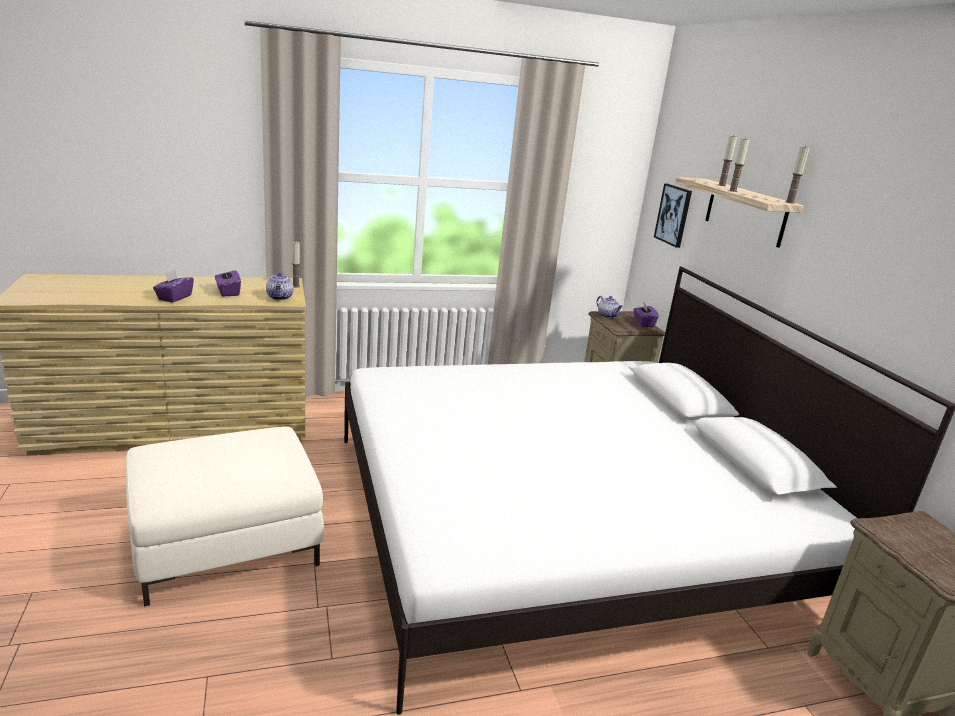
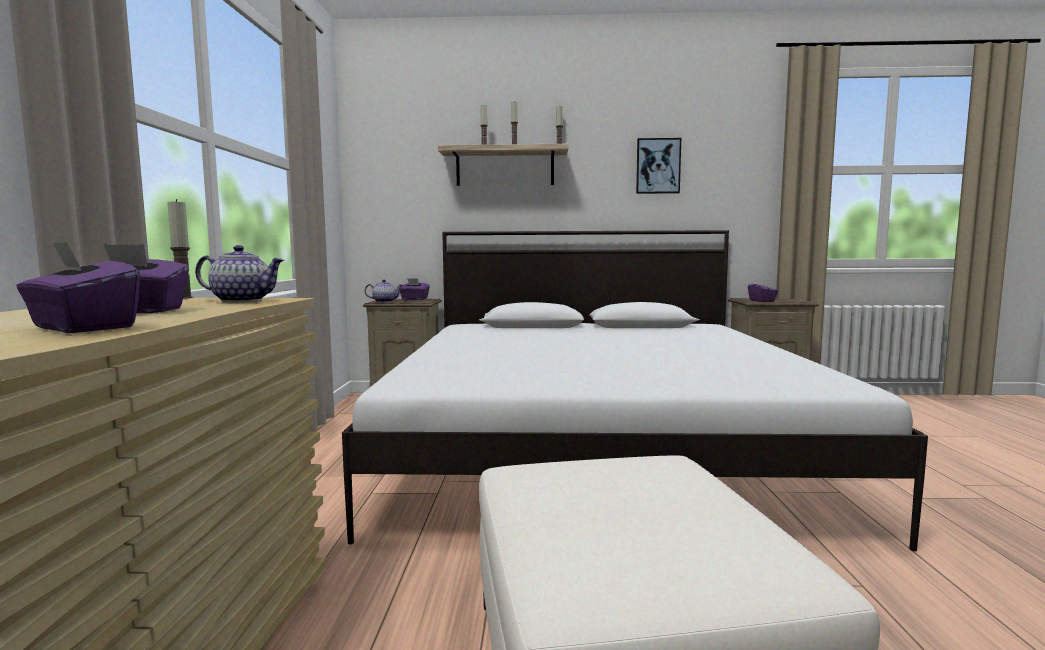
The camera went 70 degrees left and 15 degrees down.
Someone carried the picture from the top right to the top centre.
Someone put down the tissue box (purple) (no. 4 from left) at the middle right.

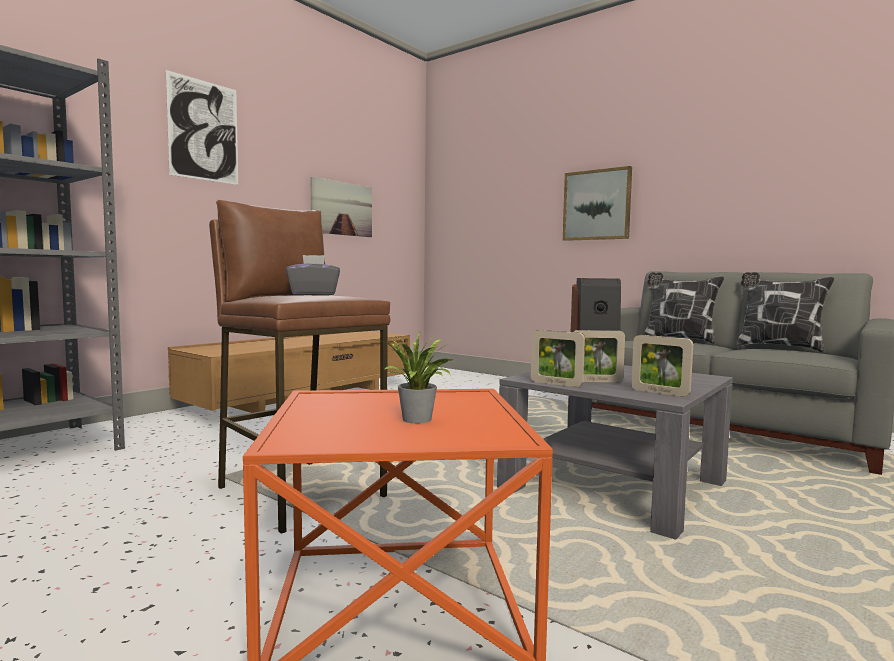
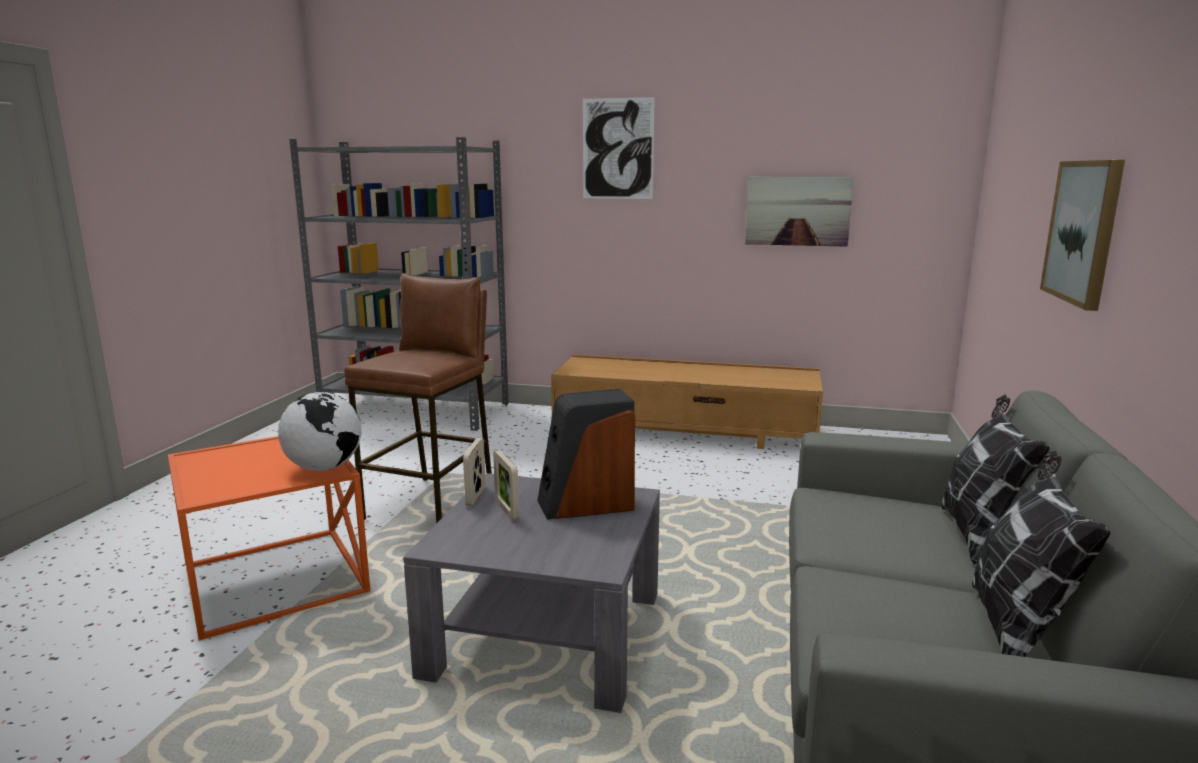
The camera went 65 degrees right and 10 degrees up.
Someone took away the tissue box (grey) at the centre.
Someone took away the potted plant at the centre.
Someone took away the picture frame (no. 3 from left) at the middle right.
Someone put down the globe at the middle left.

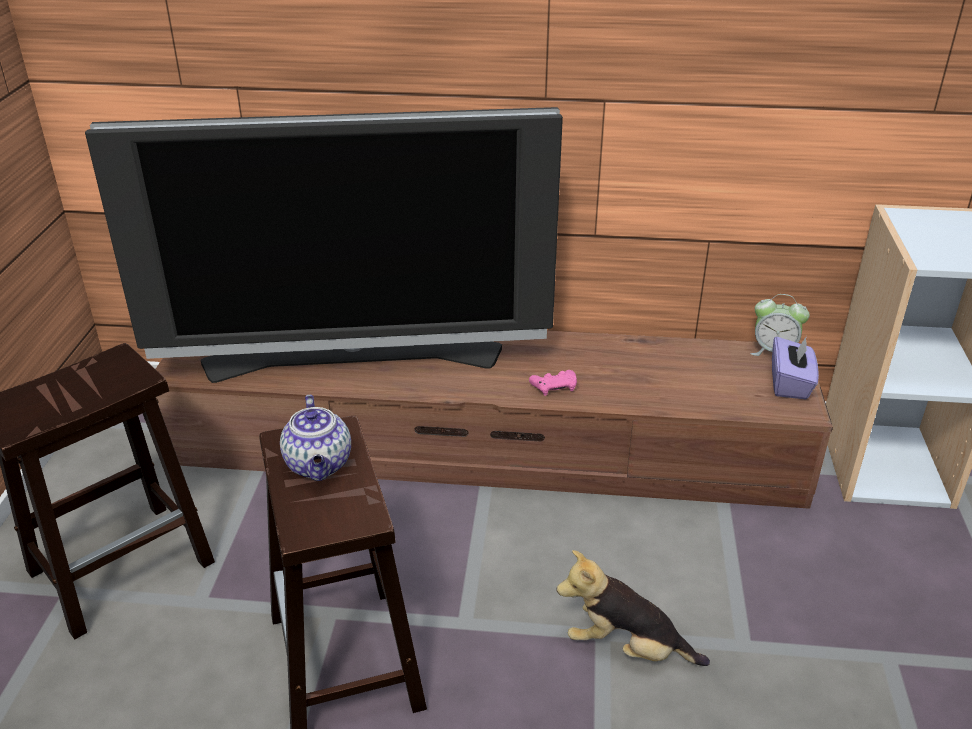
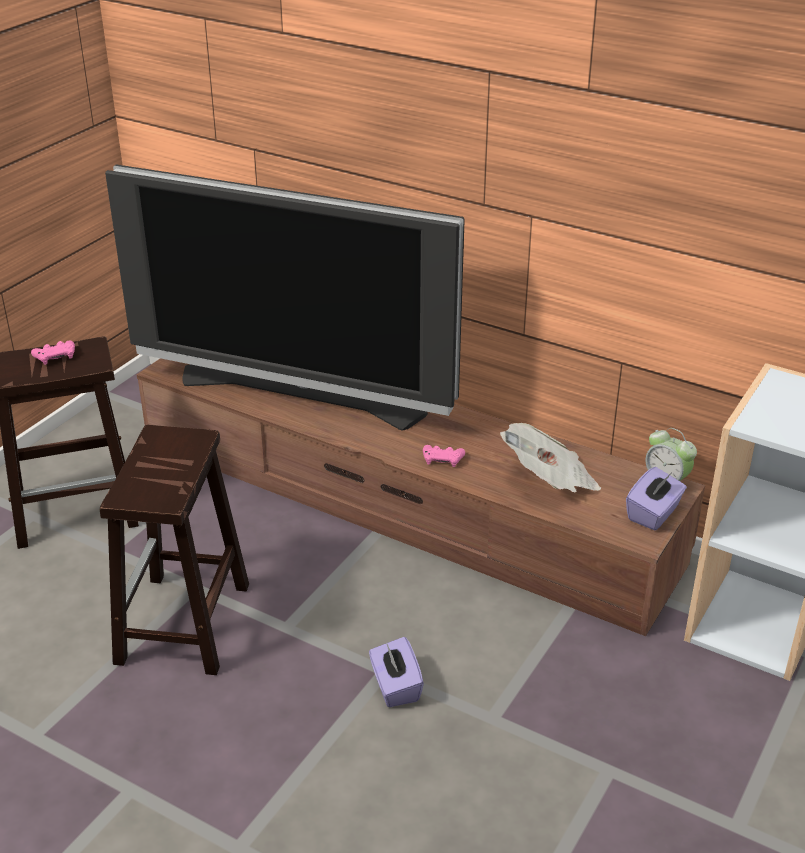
The camera went 25 degrees right and 0 degrees up.
Someone took away the teapot at the middle left.
Someone swapped the plush toy at the bottom centre for the tissue box (purple) (no. 1 from left) at the bottom centre.
Someone put down the game controller (pink) (no. 1 from left) at the middle left.
Someone put down the newspaper at the middle right.

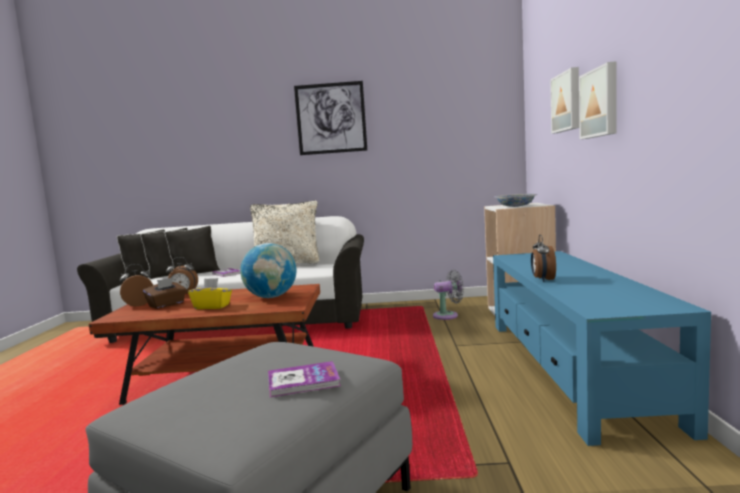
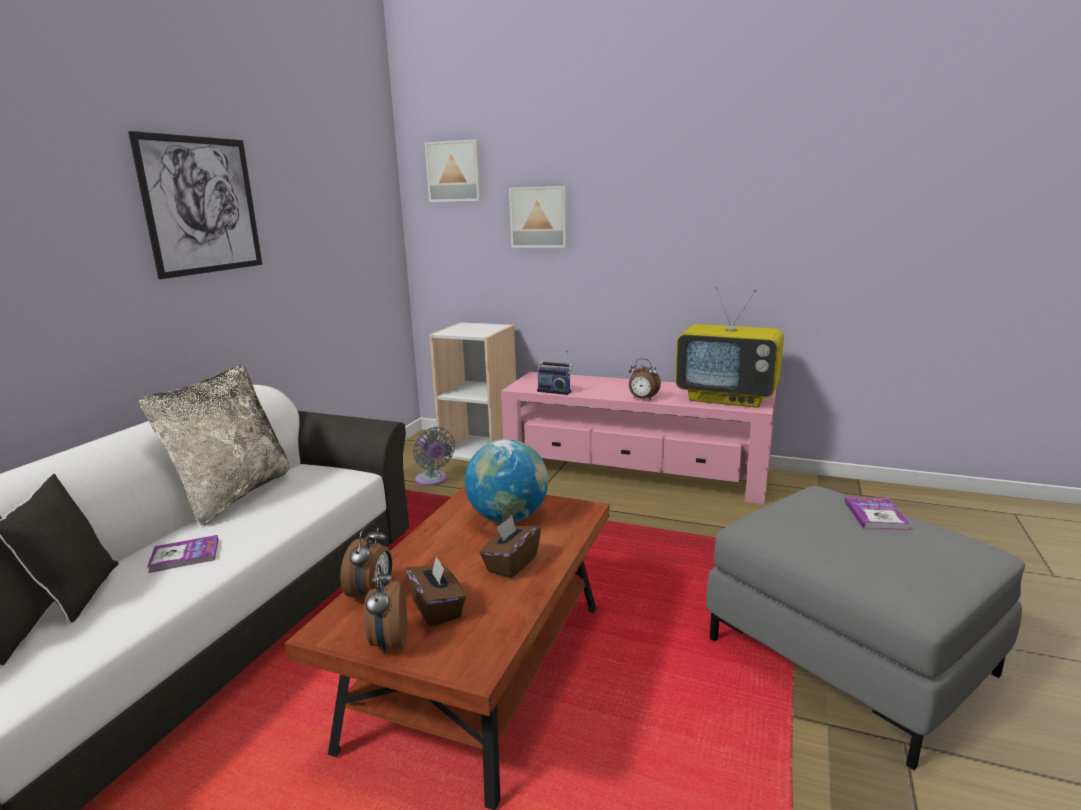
The camera went 70 degrees left and 10 degrees up.
Someone repainted the tissue box (yellow) at the middle left, which became the tissue box (brown) (no. 2 from left) at the bottom centre.
Someone rotated the fan (grey) at the centre by 135 degrees clockwise.
Someone repainted the tv stand (blue) at the bottom right, which became the tv stand (pink) at the centre.
Someone took away the bowl at the middle right.
Someone carried the picture (no. 3 from left in the first image) from the top right to the top centre.
Someone put down the radio at the centre.
Someone put down the television at the middle right.

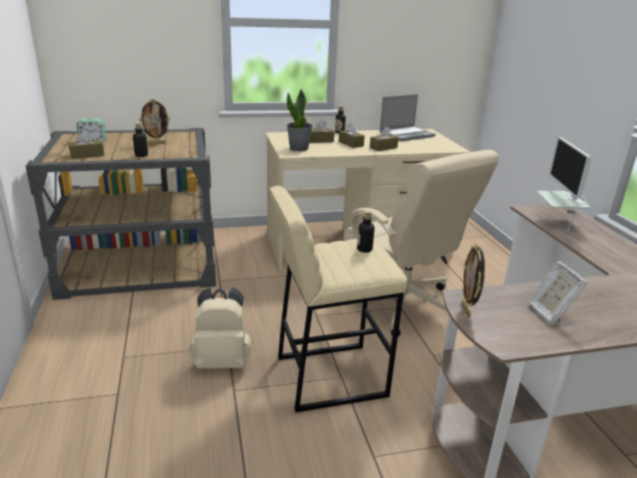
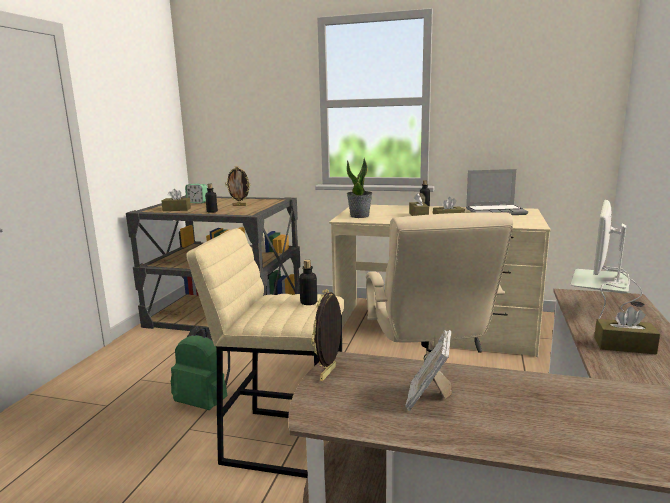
The camera went 30 degrees right and 10 degrees down.
Someone repainted the backpack (beige) at the bottom centre, which became the backpack (green) at the bottom left.
Someone carried the tissue box (brown) (no. 2 from left in the first image) from the top centre to the middle right.

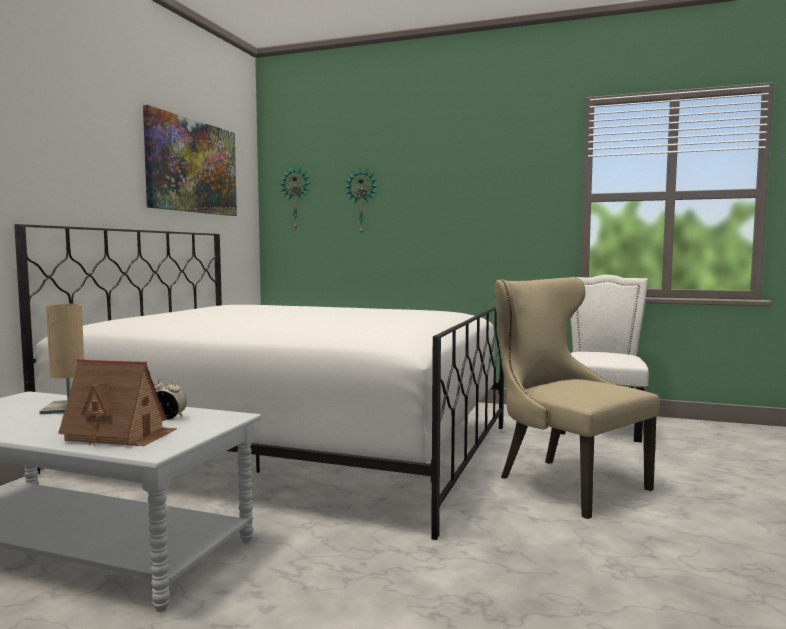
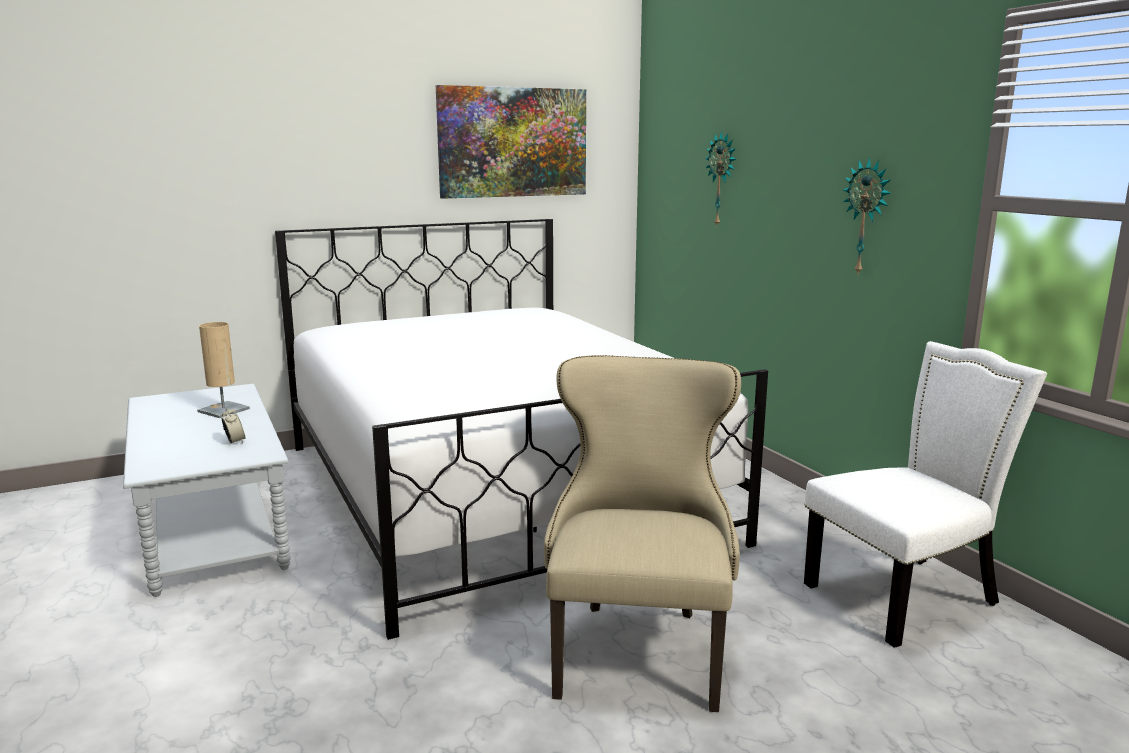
The camera went 45 degrees right and 10 degrees up.
Someone took away the toy house at the middle left.
Someone carried the wall clock (no. 1 from left in the first image) from the top centre to the top right.

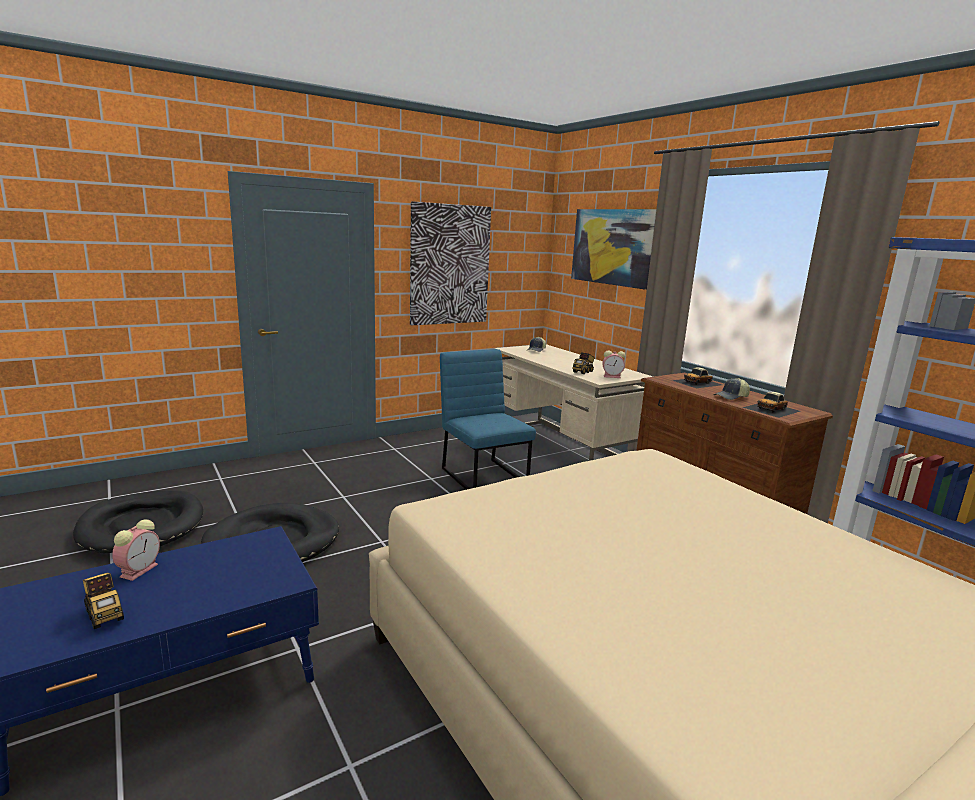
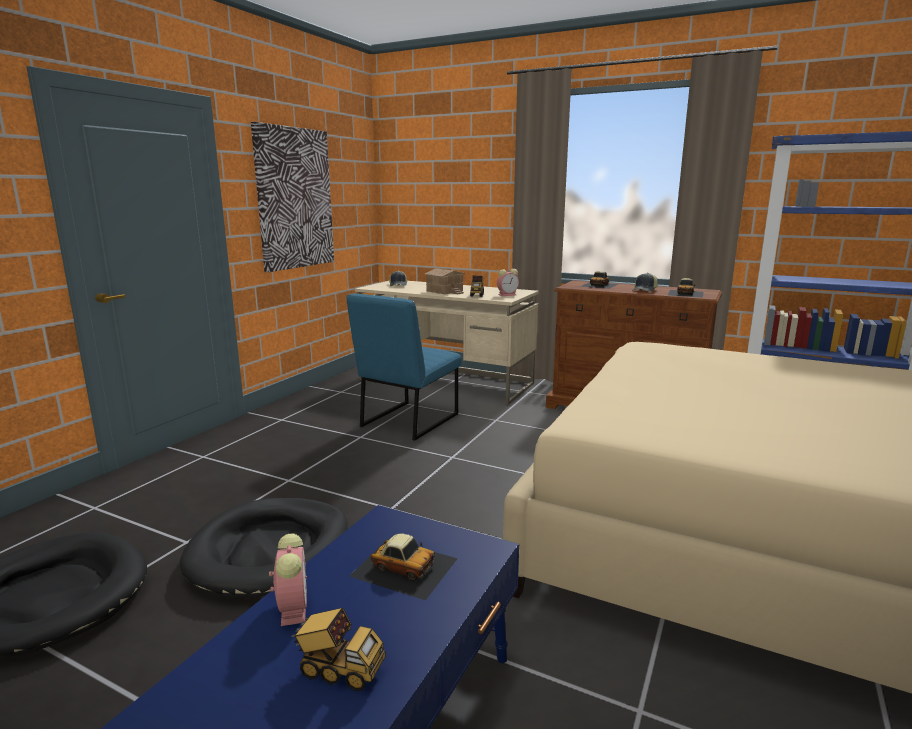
The camera went 30 degrees left and 0 degrees up.
Someone rotated the chair (blue) at the centre by 90 degrees counterclockwise.
Someone took away the picture (no. 2 from left) at the top centre.
Someone put down the toy car (no. 1 from left) at the bottom centre.
Someone put down the toy house at the centre.

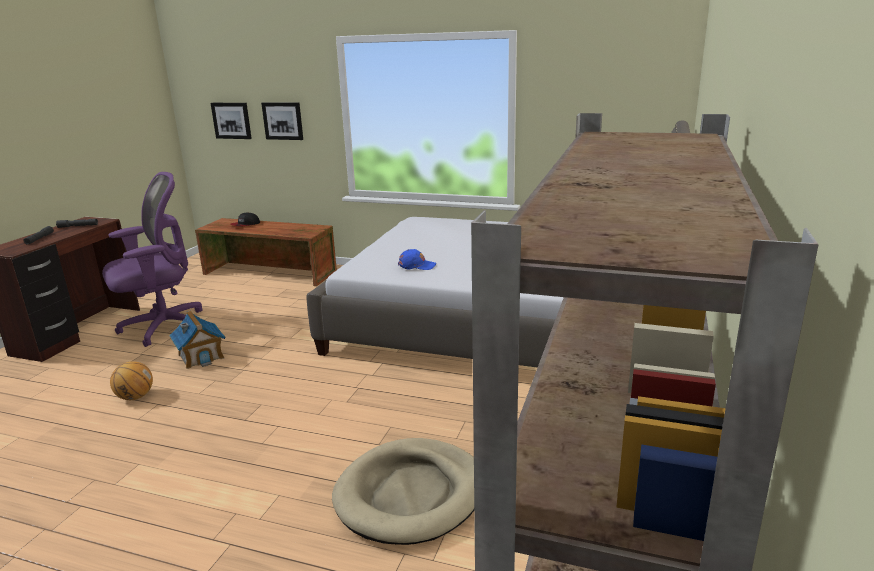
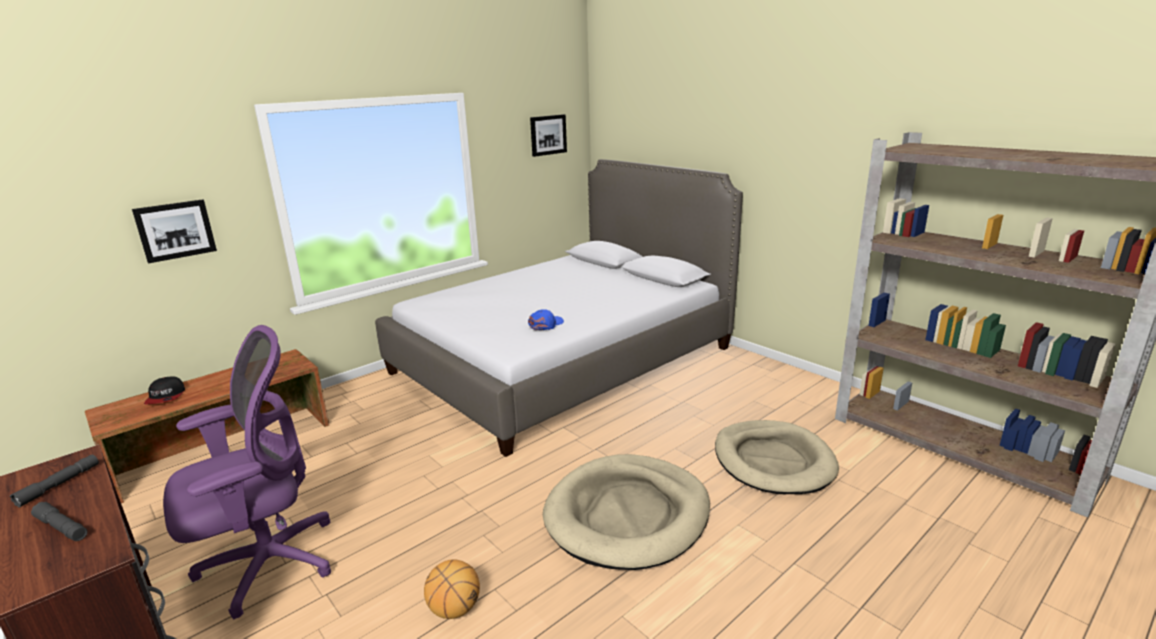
The camera went 60 degrees left and 0 degrees up.
Someone rotated the office chair (purple) at the middle left by 60 degrees clockwise.
Someone took away the toy house at the middle left.
Someone carried the picture (no. 1 from left in the first image) from the top left to the top centre.
Someone put down the dog bed (beige) (no. 1 from left) at the bottom centre.

